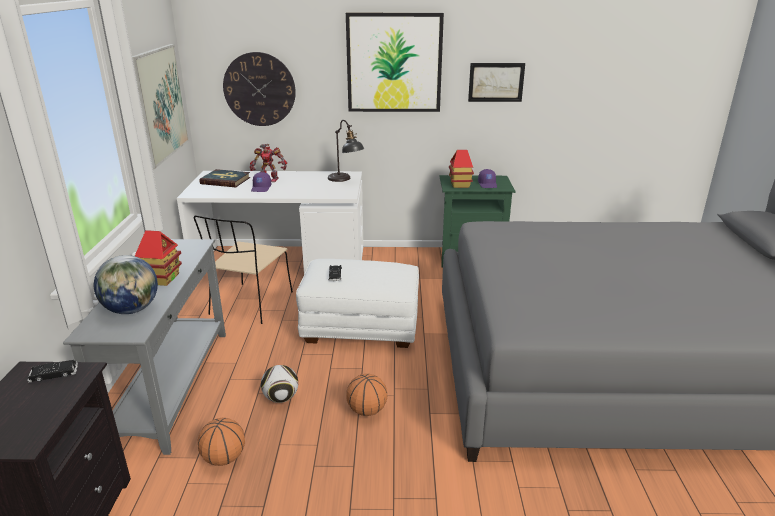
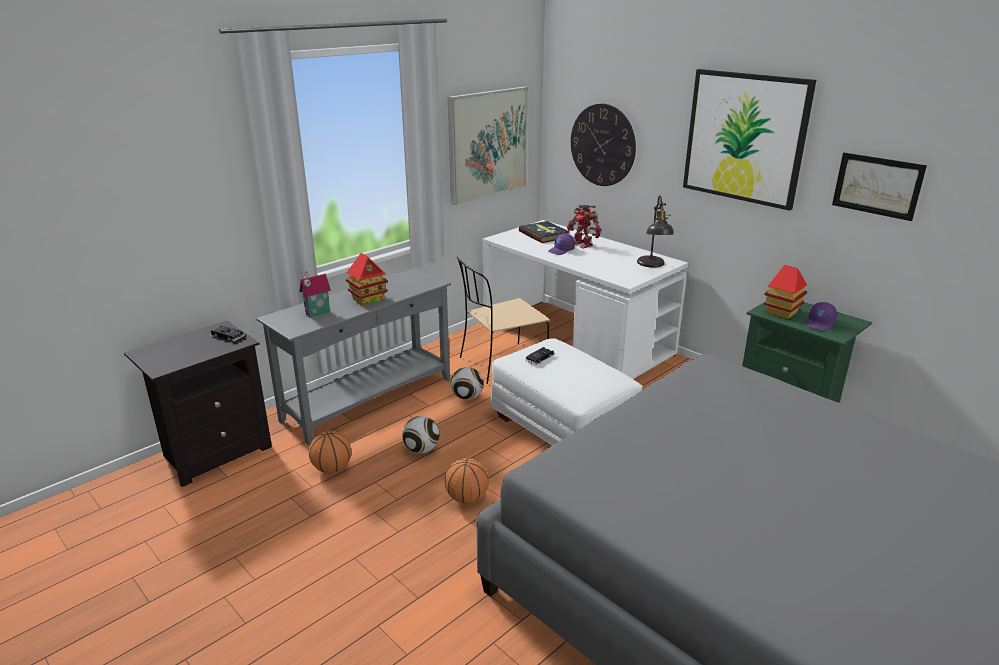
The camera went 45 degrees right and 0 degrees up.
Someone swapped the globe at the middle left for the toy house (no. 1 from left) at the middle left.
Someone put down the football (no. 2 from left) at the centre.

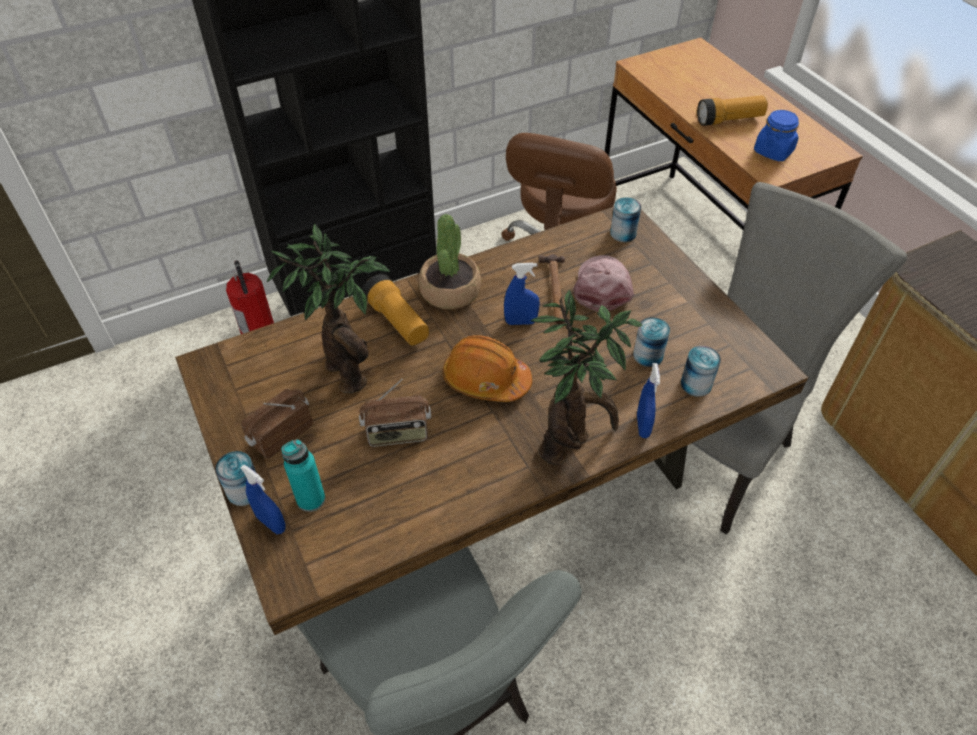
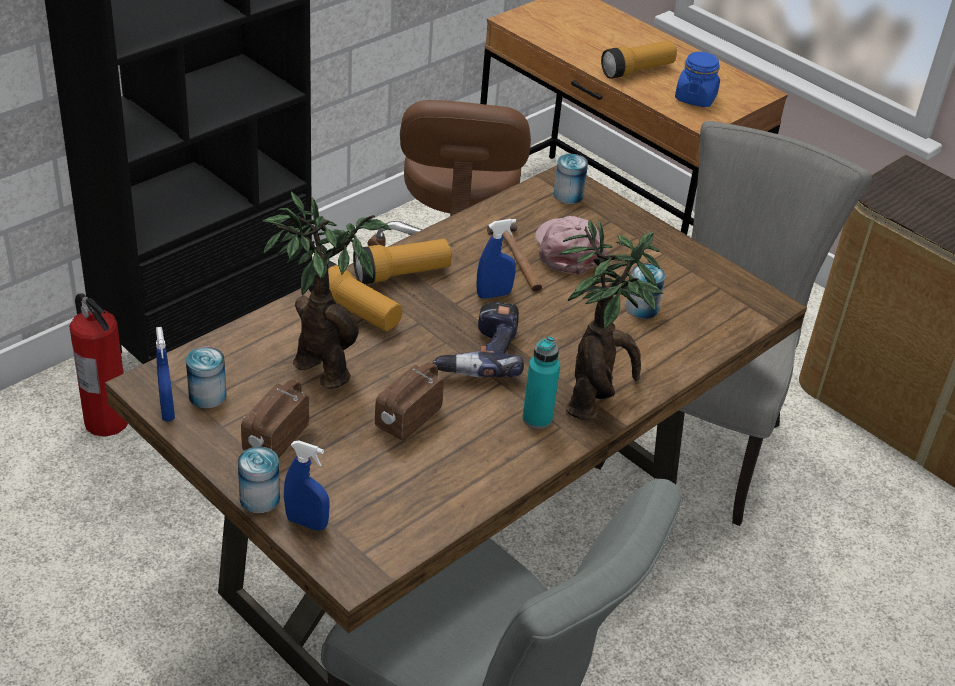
The camera went 20 degrees left and 10 degrees down.
Someone carried the bottle (turquoise) from the middle left to the centre.
Someone rotated the radio (no. 2 from left) at the centre by 150 degrees clockwise.
Someone swapped the potted plant (no. 2 from left) at the centre for the flashlight (no. 2 from left) at the centre.
Someone swapped the hard hat (orange) at the centre for the power drill at the centre.
Someone carried the spray bottle (blue) (no. 3 from left in the first image) from the centre to the middle left.
Someone carried the can (no. 4 from left in the first image) from the middle right to the middle left.

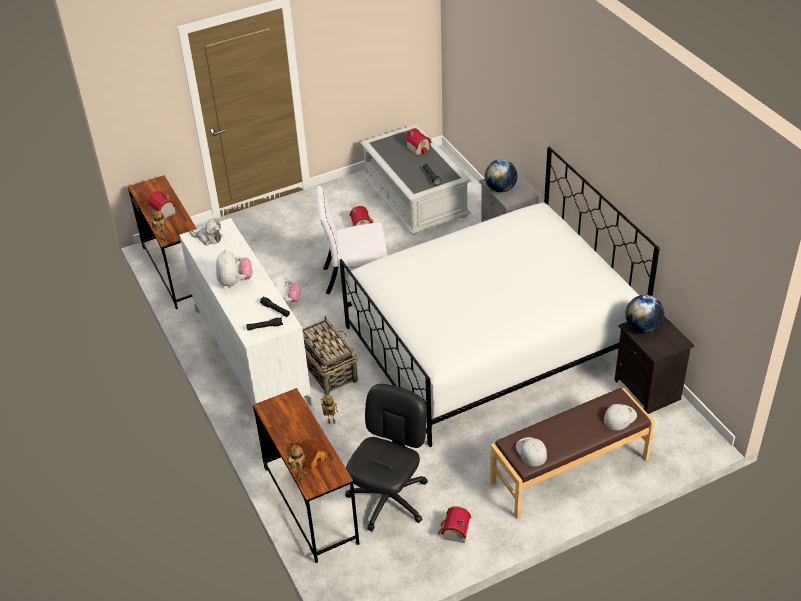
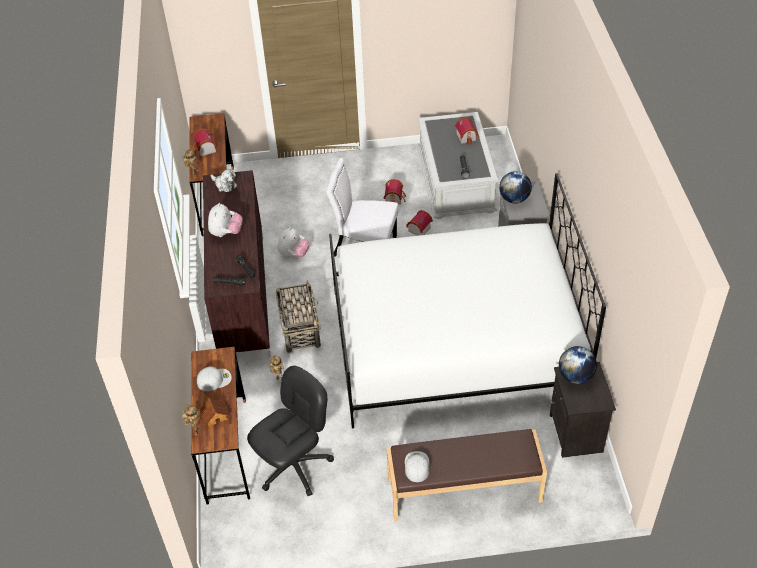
The camera went 20 degrees right and 5 degrees up.
Someone repainted the dresser (white) at the middle left, which became the dresser (brown) at the middle left.
Someone carried the toy house (no. 5 from left in the first image) from the bottom centre to the centre.
Someone carried the cap (white) (no. 2 from left in the first image) from the bottom right to the middle left.

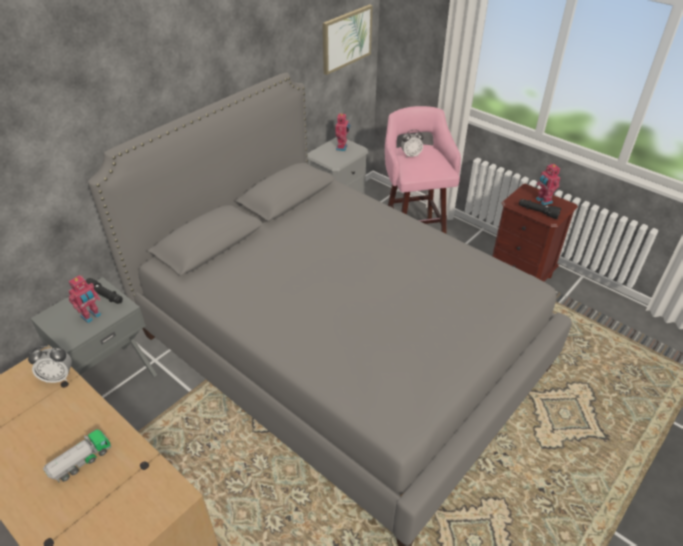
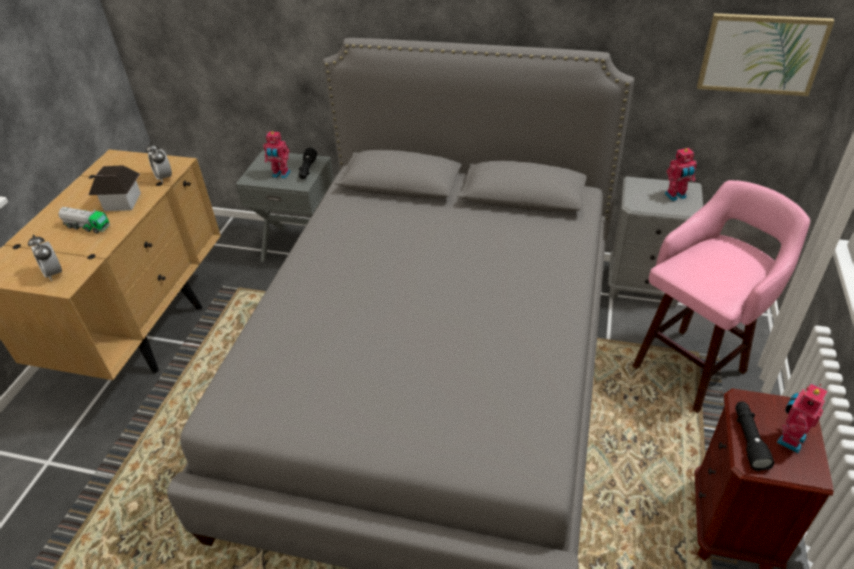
The camera went 65 degrees right and 0 degrees up.
Someone carried the alarm clock (no. 2 from left in the first image) from the top centre to the middle left.
Someone put down the toy house at the top left.

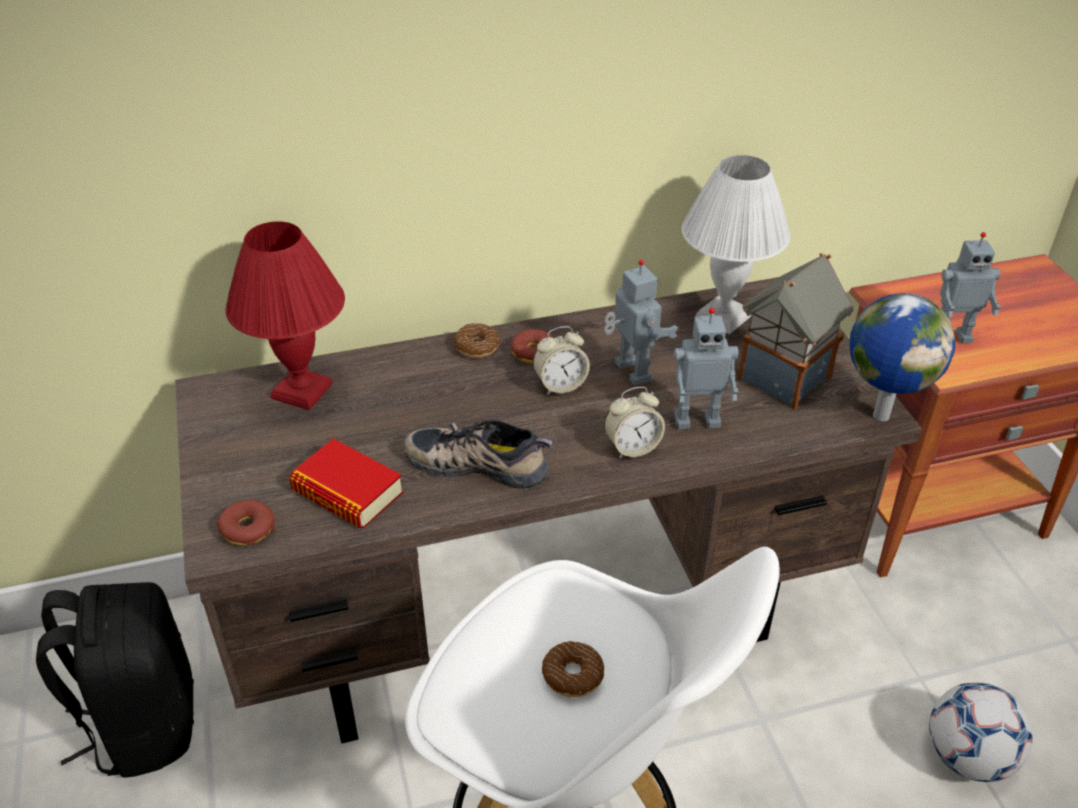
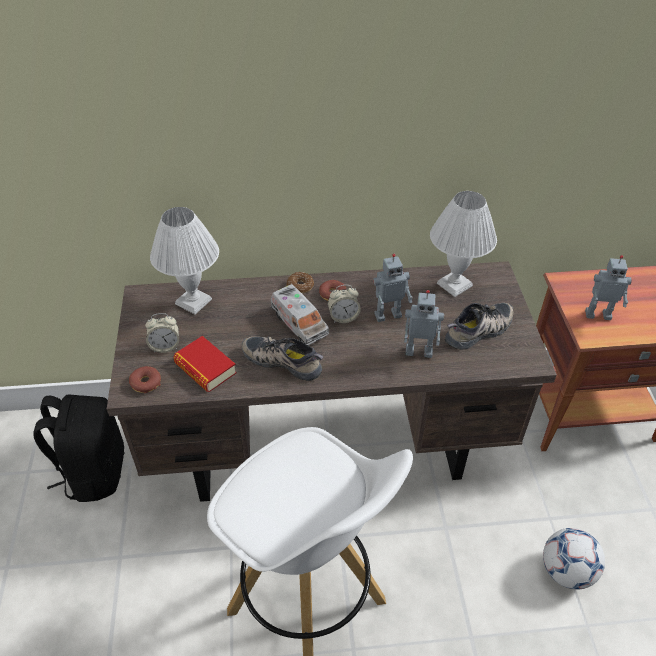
The camera went 10 degrees right and 5 degrees up.
Someone repainted the table lamp (red) at the middle left, which became the table lamp (white) (no. 1 from left) at the middle left.
Someone took away the donut (no. 4 from left) at the bottom centre.
Someone rotated the toy robot (no. 1 from left) at the centre by 90 degrees clockwise.
Someone carried the alarm clock (no. 2 from left in the first image) from the centre to the middle left.
Someone swapped the toy house at the middle right for the shoe (no. 2 from left) at the middle right.
Someone took away the globe at the middle right.
Someone put down the toy truck at the centre.

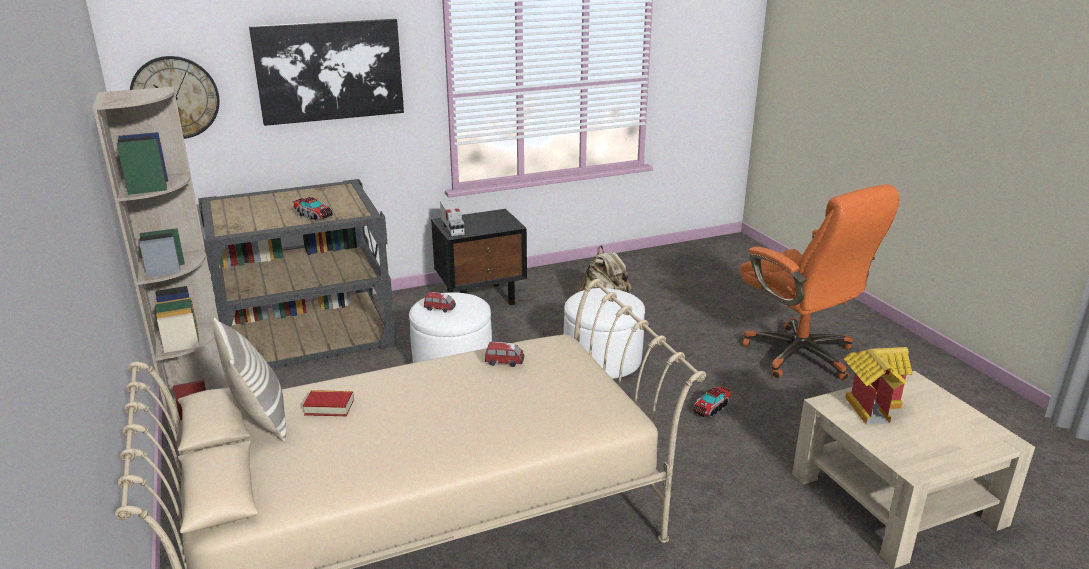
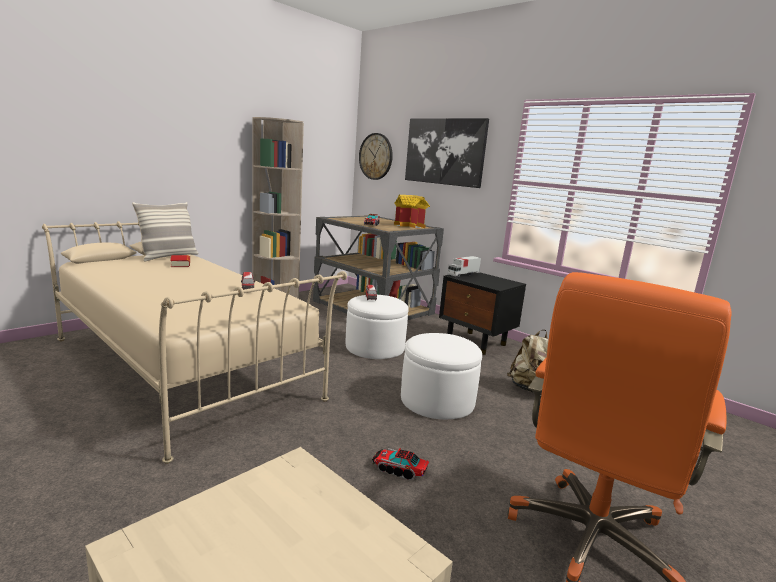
The camera went 65 degrees right and 10 degrees down.
Someone carried the toy house from the bottom right to the centre.

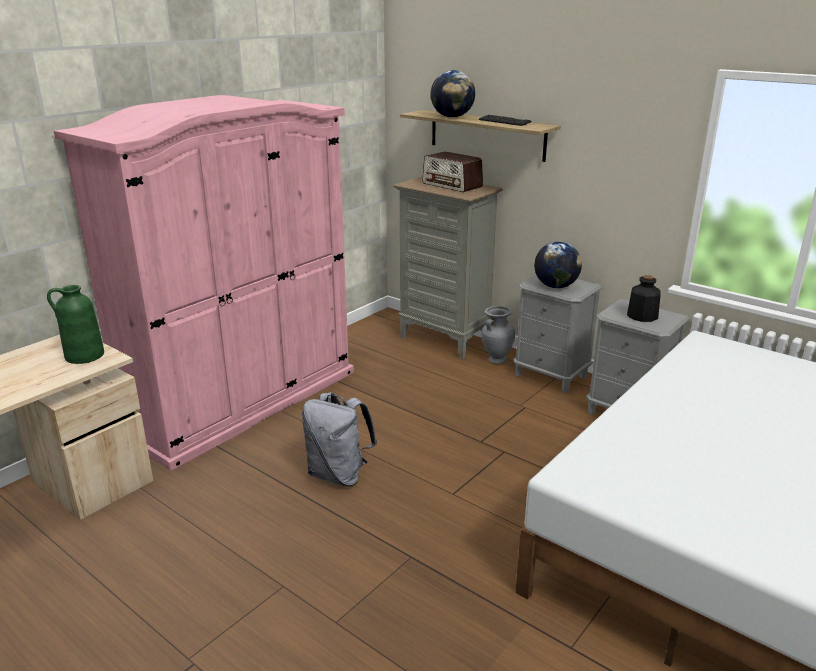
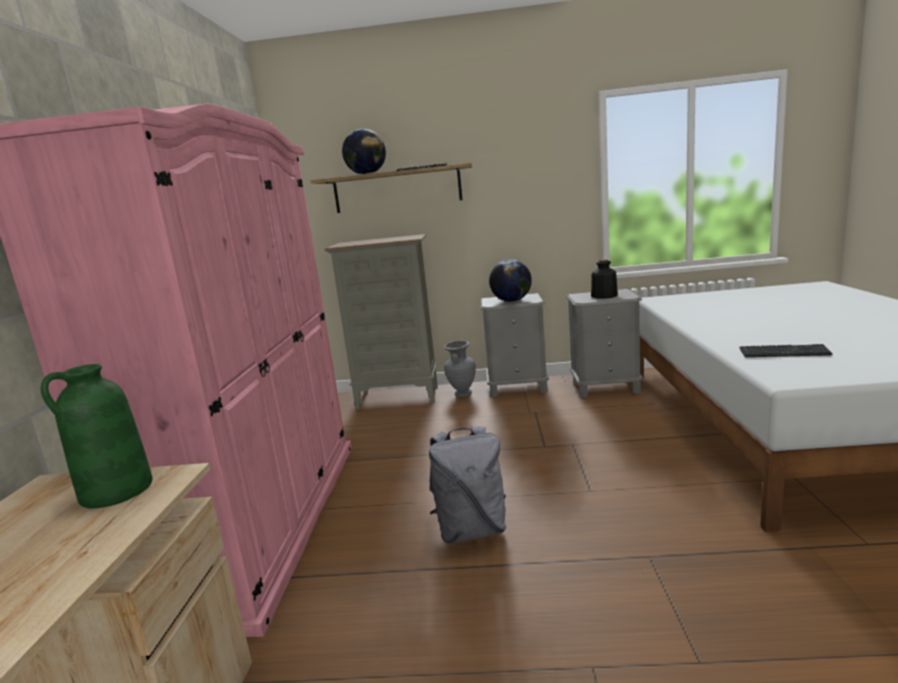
The camera went 35 degrees left and 10 degrees down.
Someone took away the radio at the top centre.
Someone put down the keyboard (no. 2 from left) at the middle right.

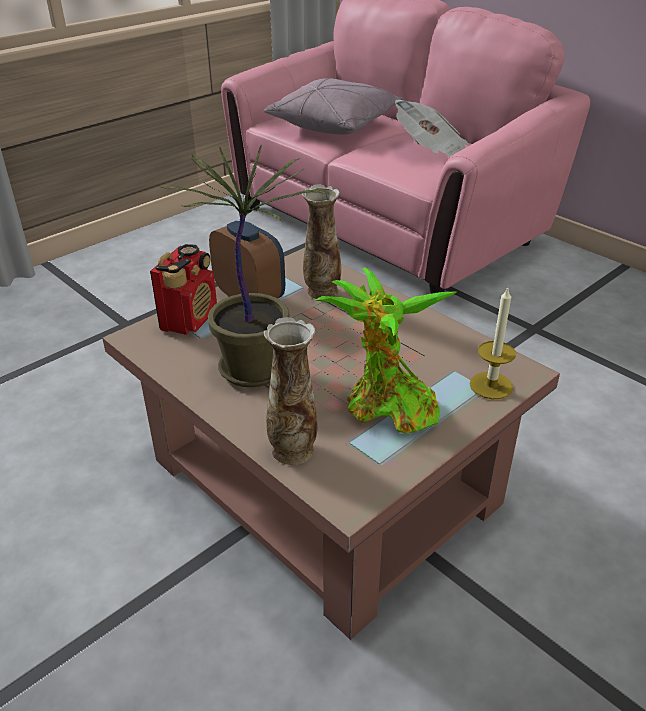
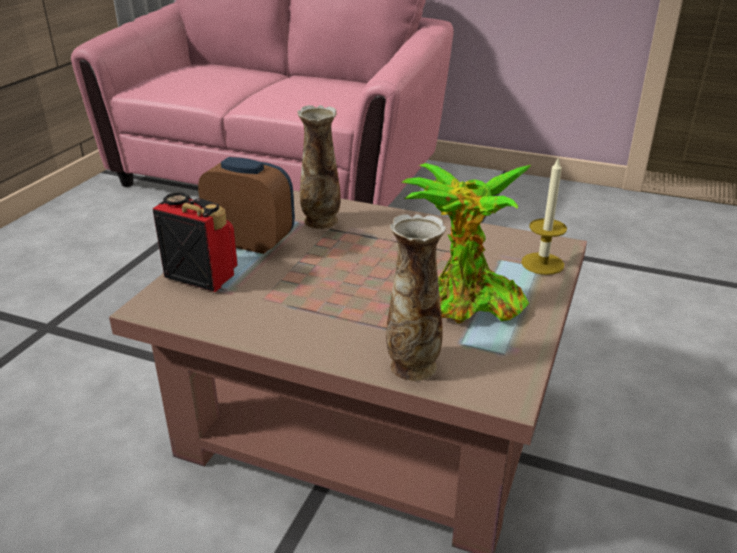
The camera went 25 degrees left and 5 degrees down.
Someone rotated the radio at the middle left by 60 degrees counterclockwise.
Someone took away the potted plant (no. 1 from left) at the centre.
Someone took away the pillow (purple) at the top centre.
Someone took away the newspaper at the top right.

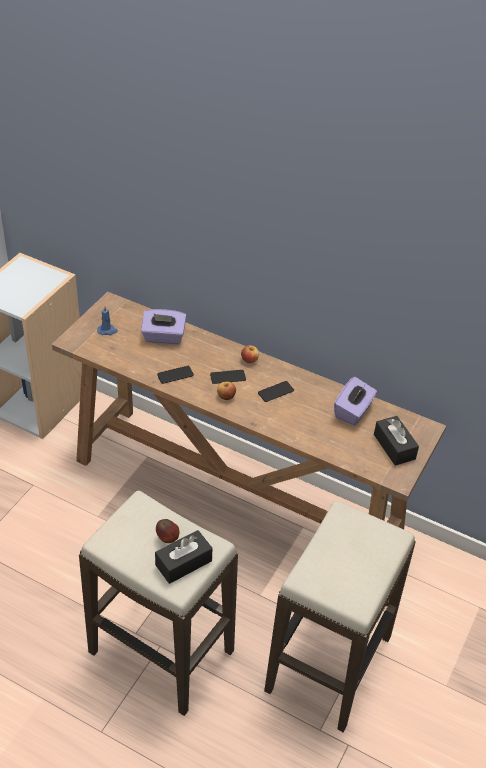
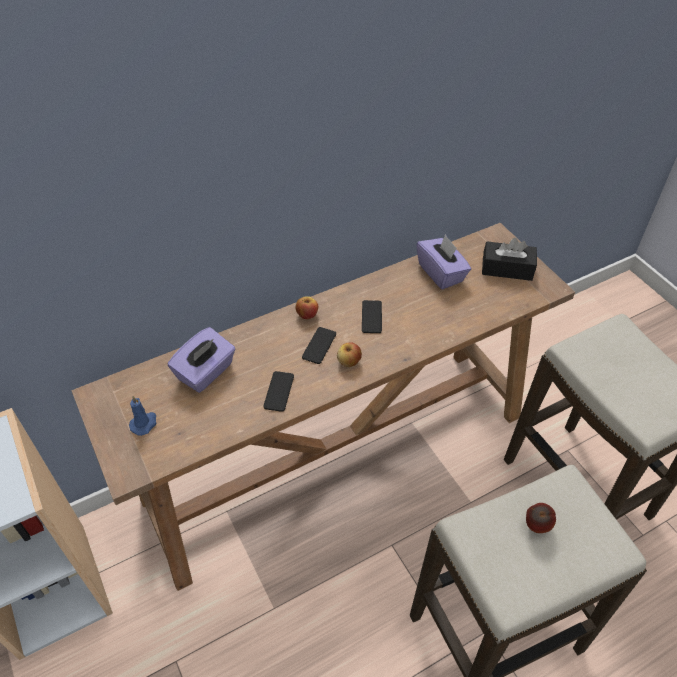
The camera went 55 degrees left and 5 degrees up.
Someone took away the tissue box (black) (no. 1 from left) at the bottom centre.

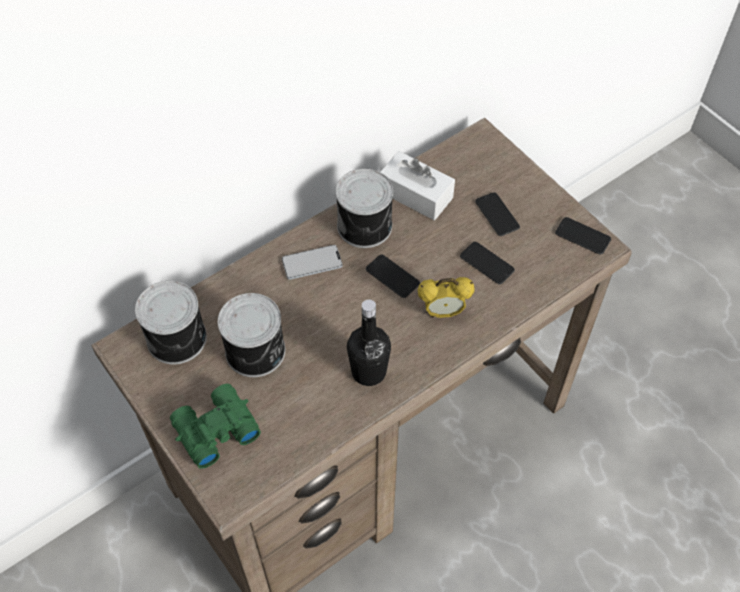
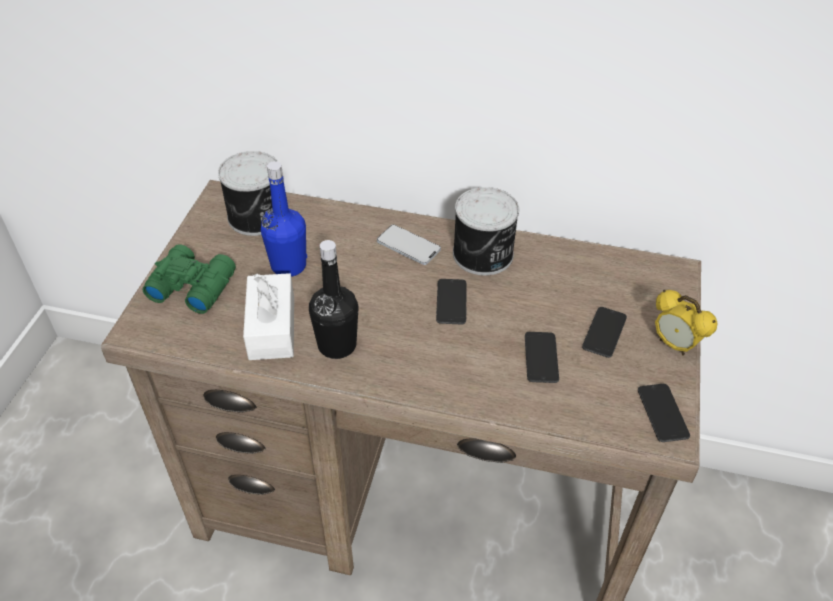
The camera went 50 degrees right and 10 degrees down.
Someone swapped the can (no. 2 from left) at the centre for the bottle (blue) at the centre.
Someone carried the tissue box (white) from the top centre to the middle left.
Someone carried the alarm clock from the centre to the middle right.

